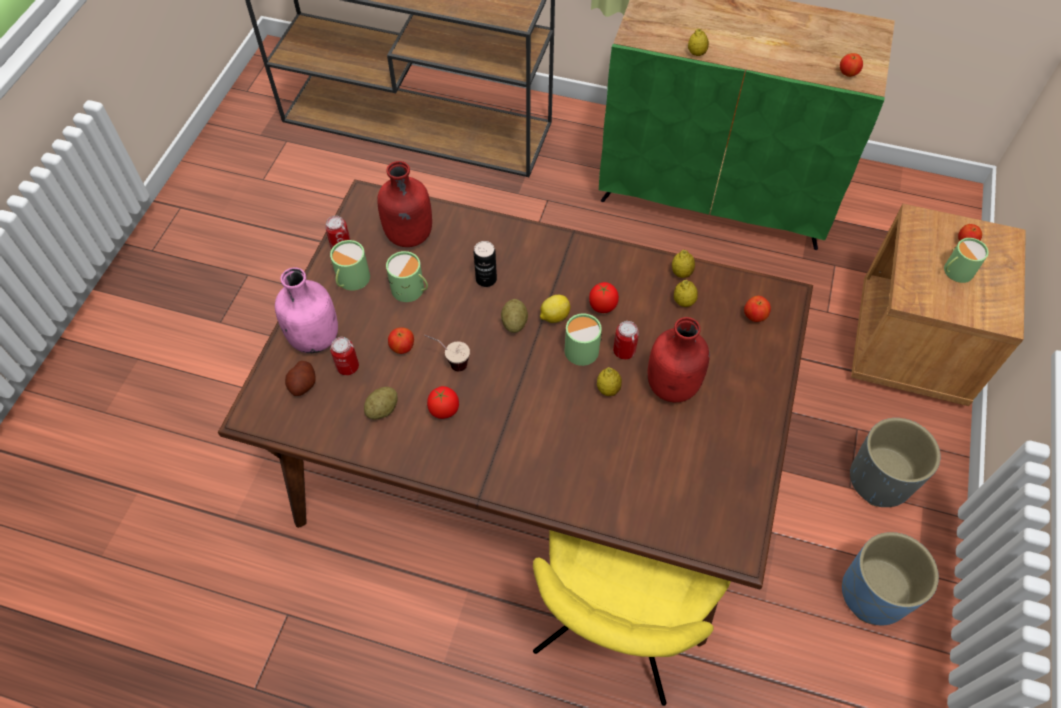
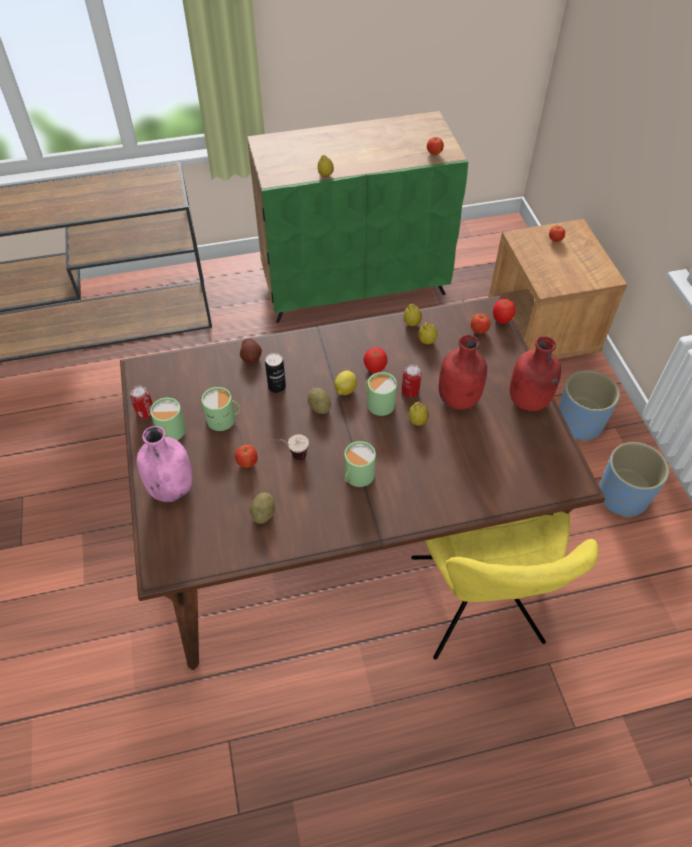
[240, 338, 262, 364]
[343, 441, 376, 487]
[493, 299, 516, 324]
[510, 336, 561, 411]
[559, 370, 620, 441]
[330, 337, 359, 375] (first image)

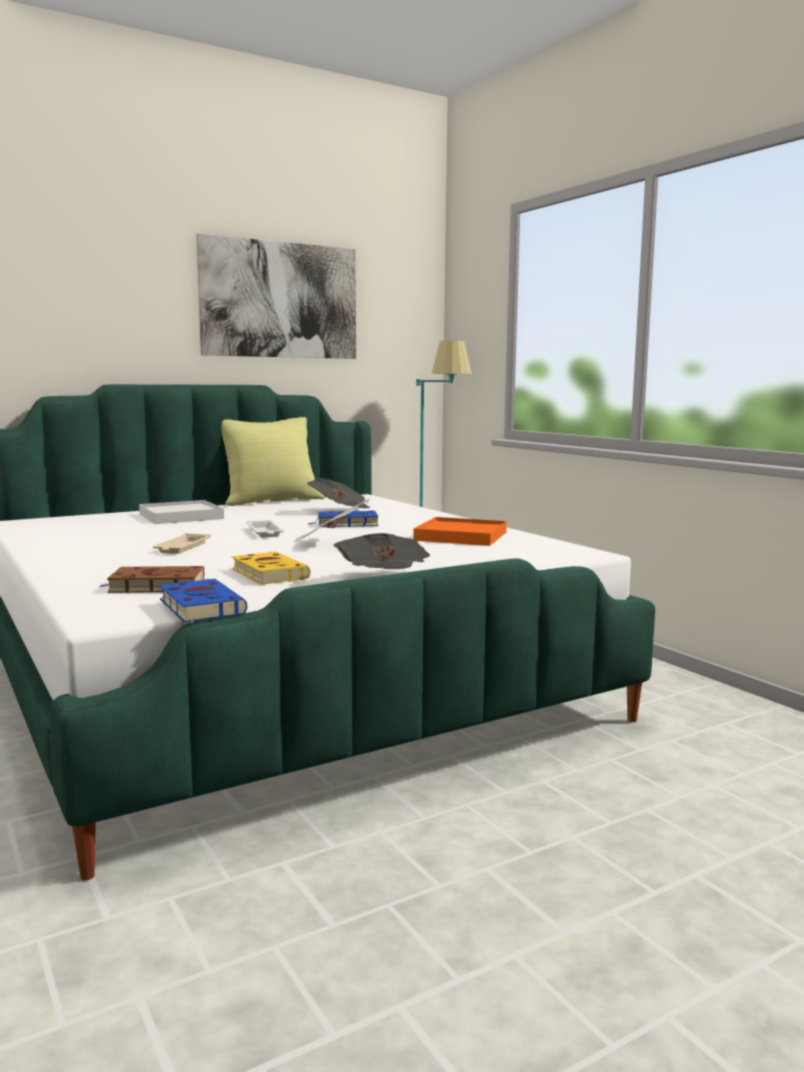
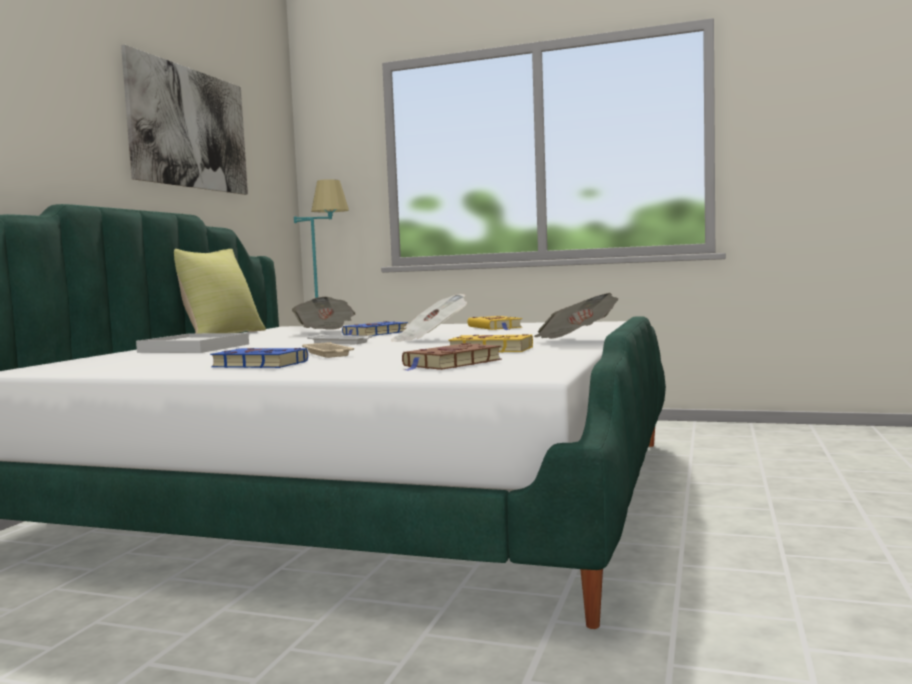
[210, 348, 308, 368]
[467, 316, 523, 330]

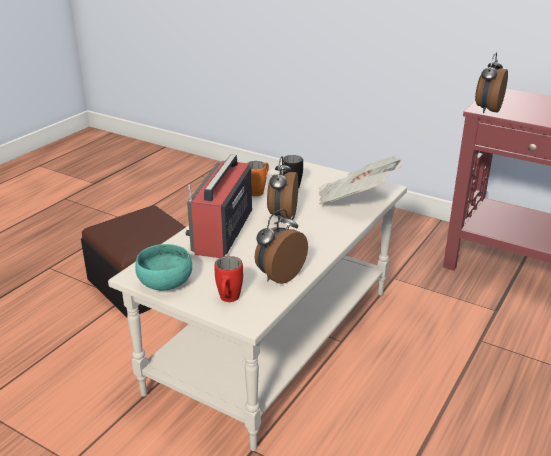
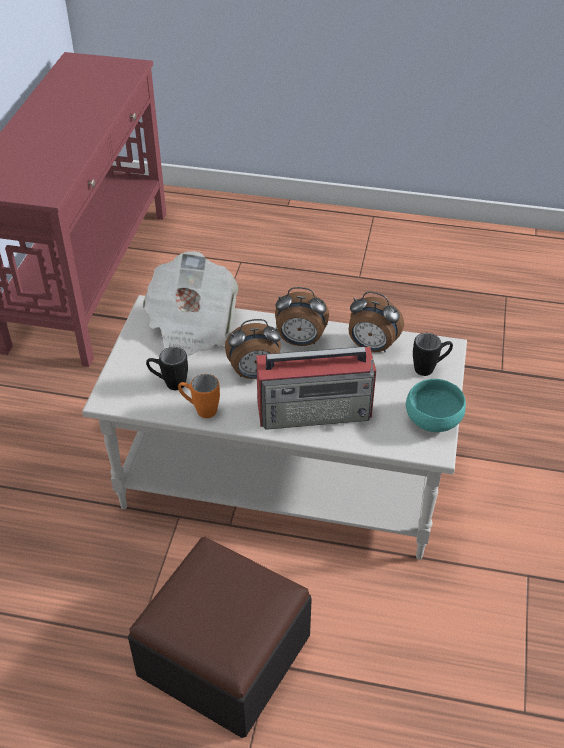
[275, 287, 329, 346]
[413, 333, 453, 376]

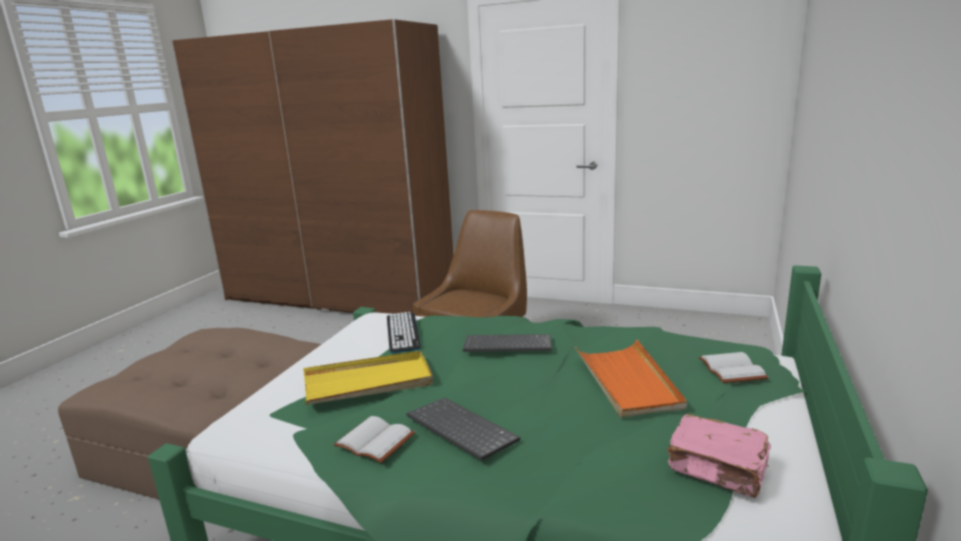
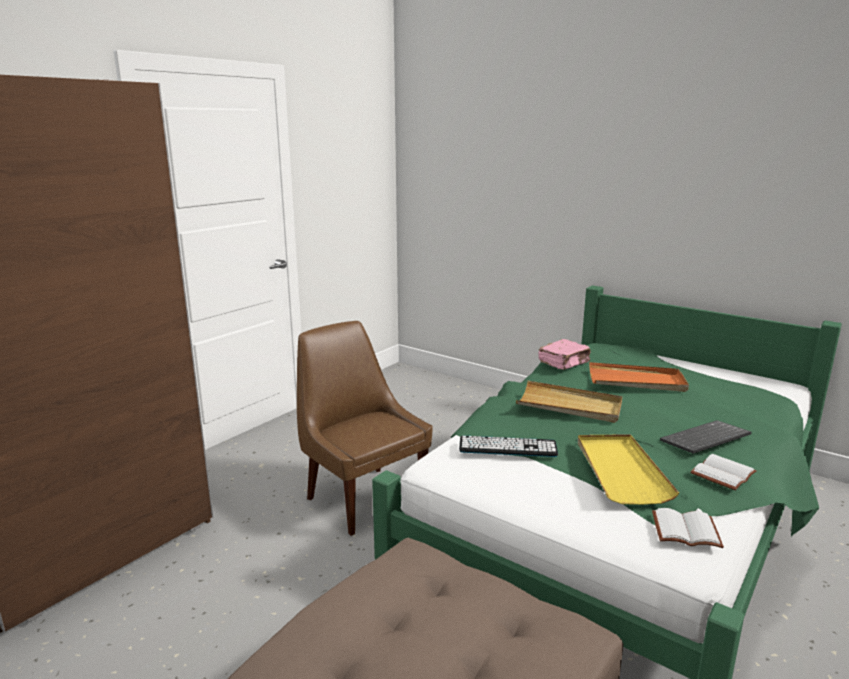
[516, 381, 622, 423]
[538, 339, 591, 370]
[652, 508, 724, 548]

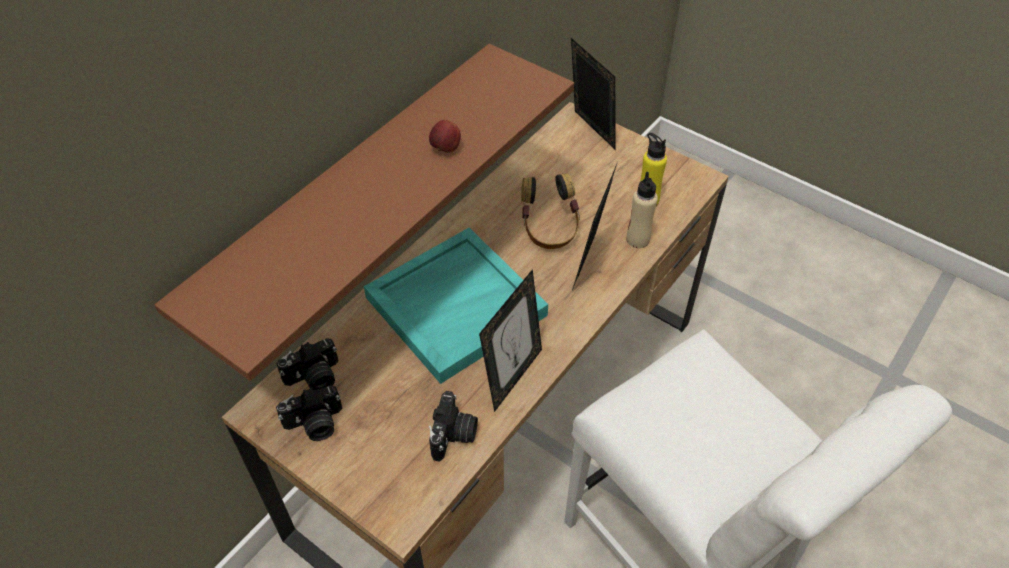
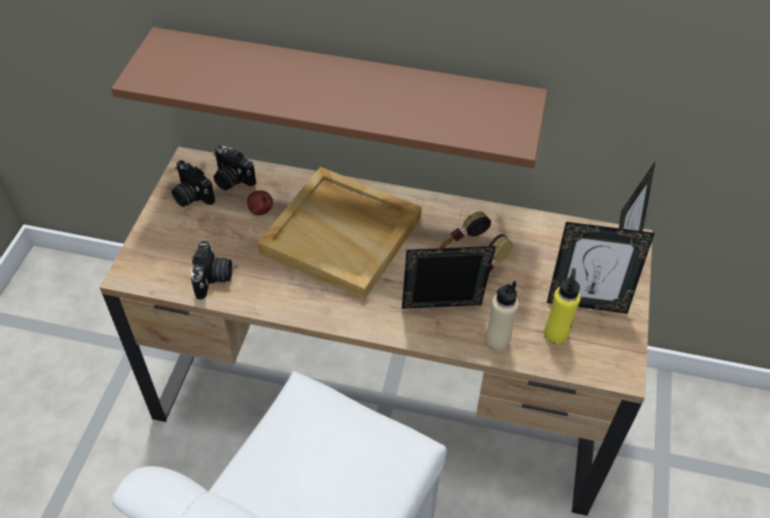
[189, 241, 232, 299]
[247, 190, 273, 216]
[257, 167, 422, 300]
[547, 222, 655, 314]

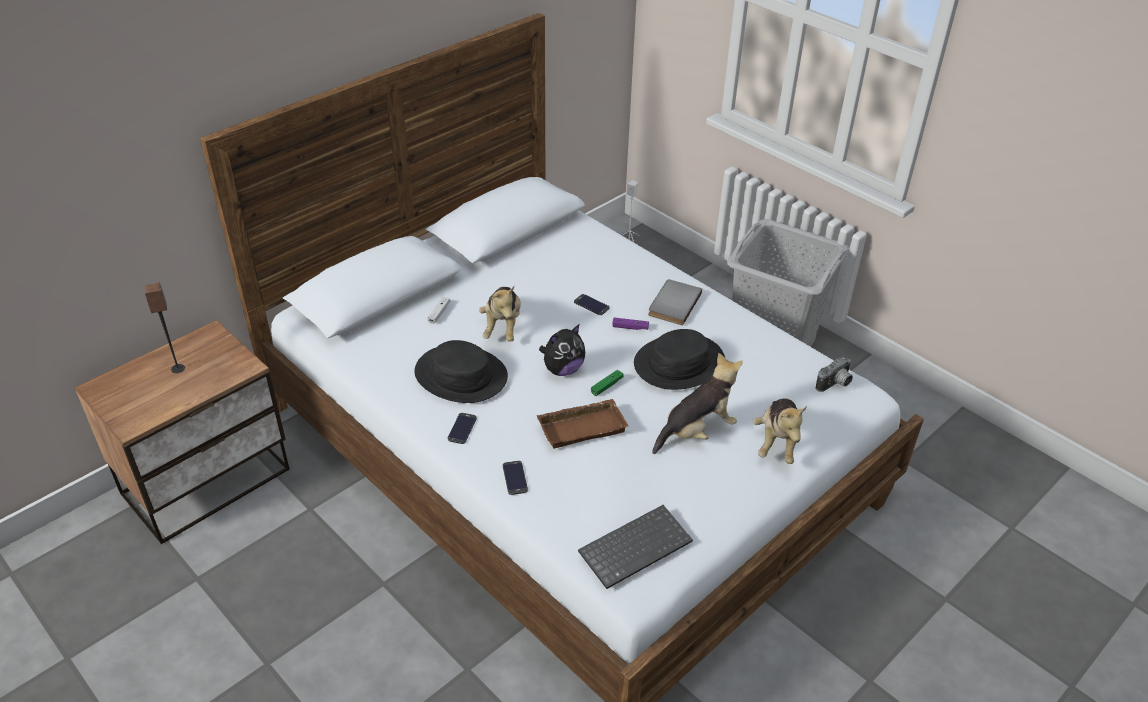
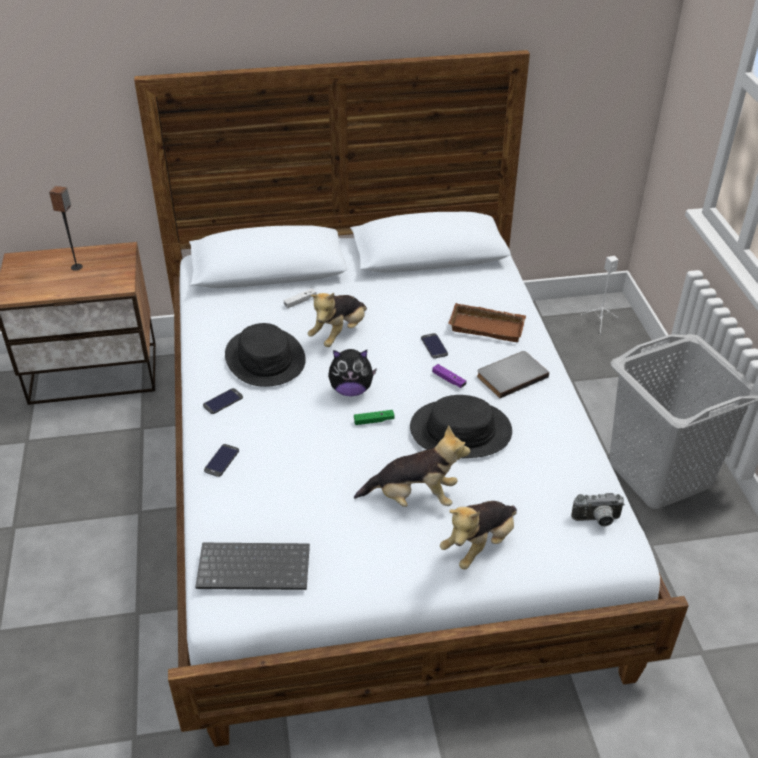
[448, 303, 526, 342]

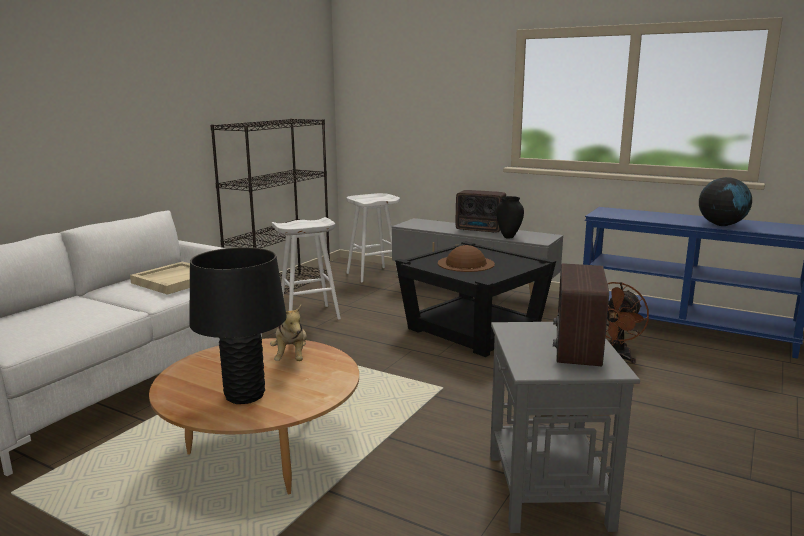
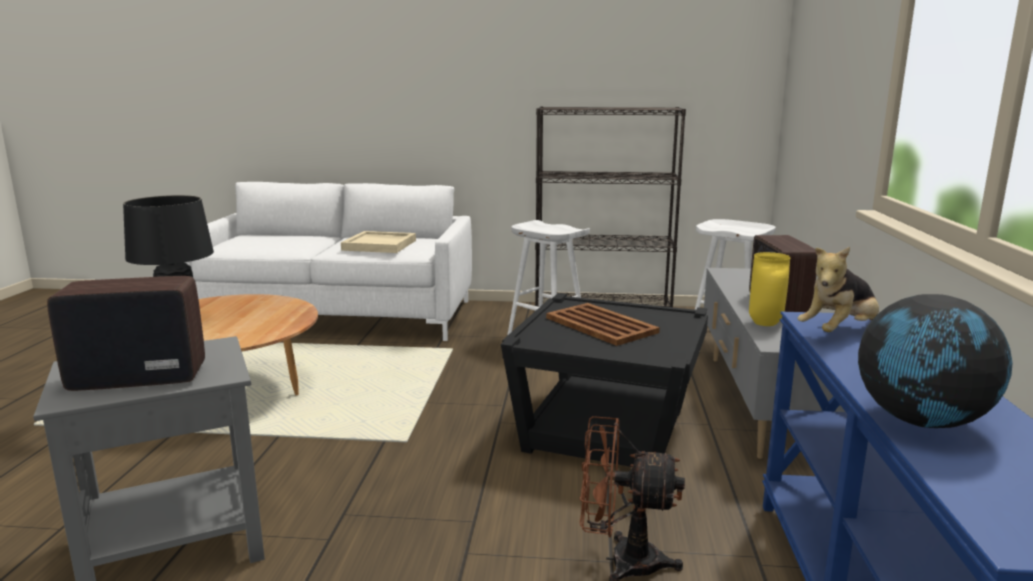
[546, 303, 660, 346]
[749, 252, 790, 326]
[797, 247, 879, 332]

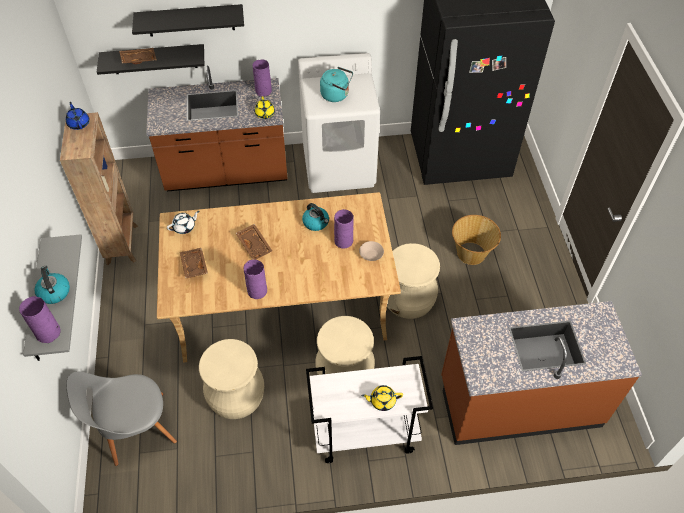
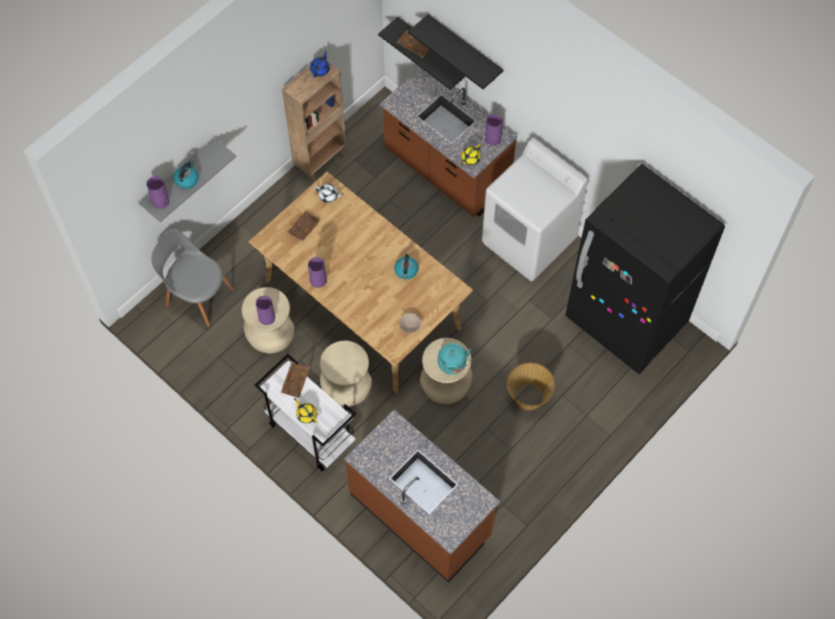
[256, 296, 275, 325]
[281, 362, 310, 398]
[438, 343, 471, 375]

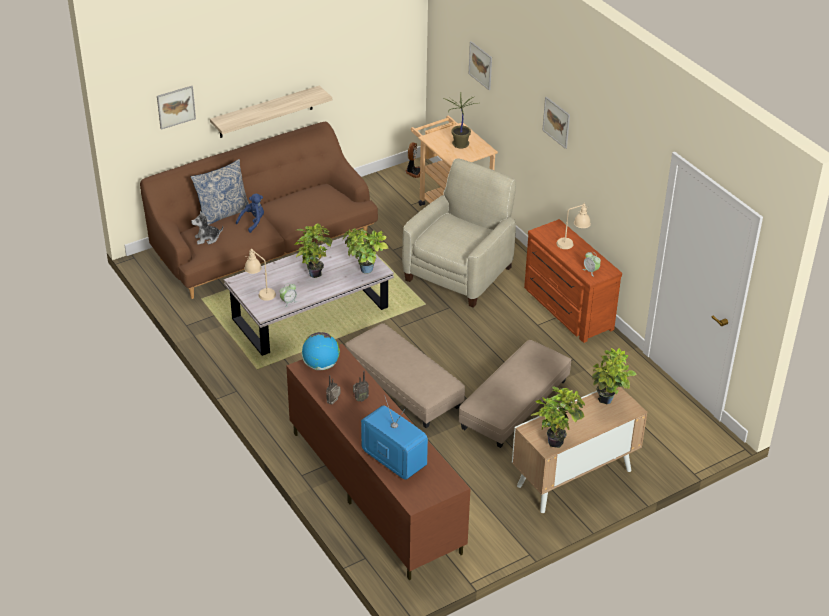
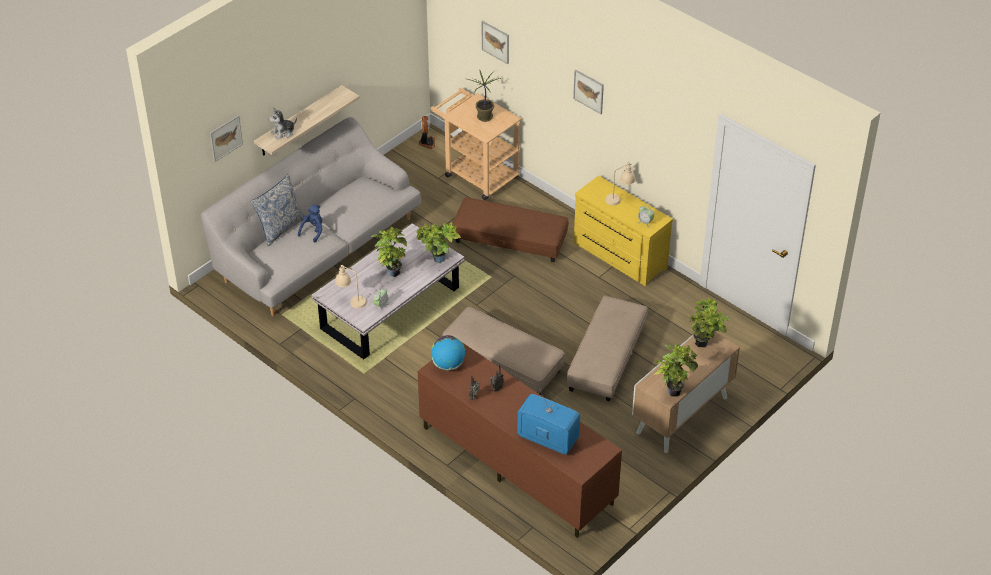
[201, 117, 421, 316]
[268, 108, 297, 140]
[452, 197, 569, 262]
[574, 176, 673, 286]

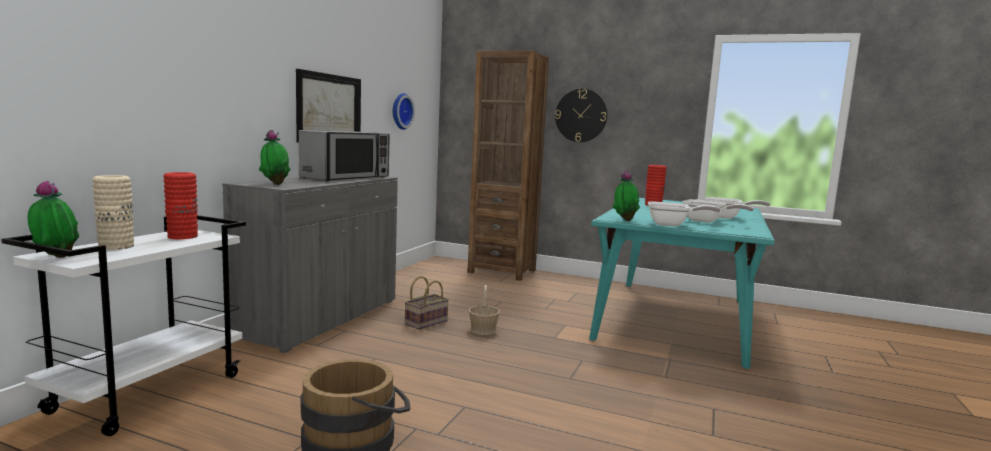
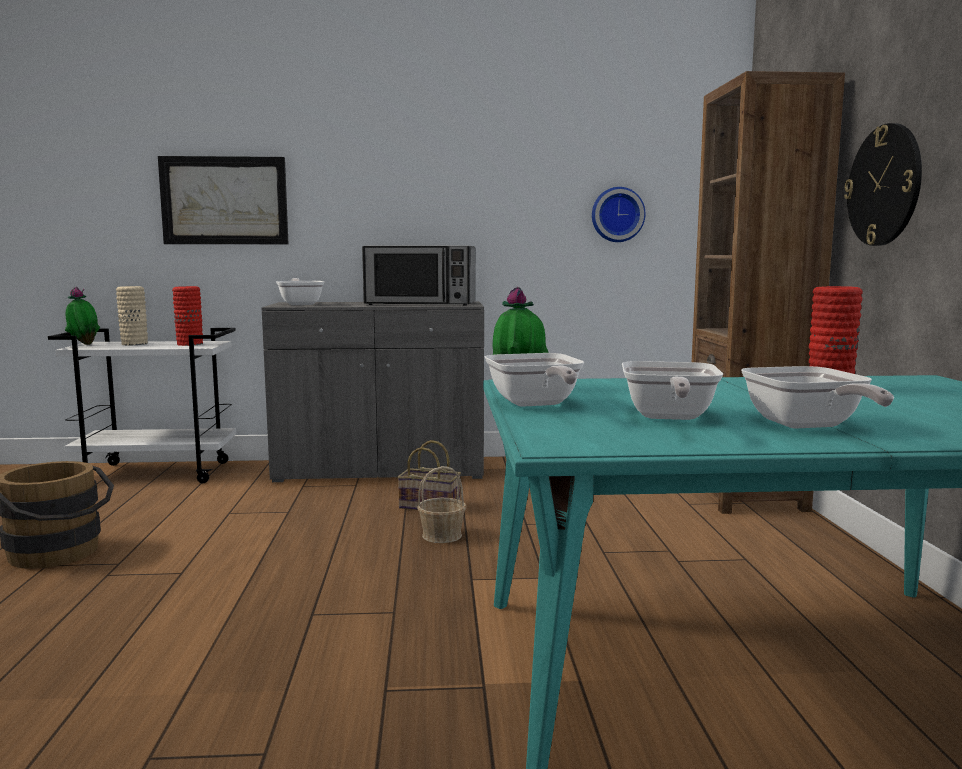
[158, 156, 289, 244]
[276, 278, 324, 305]

